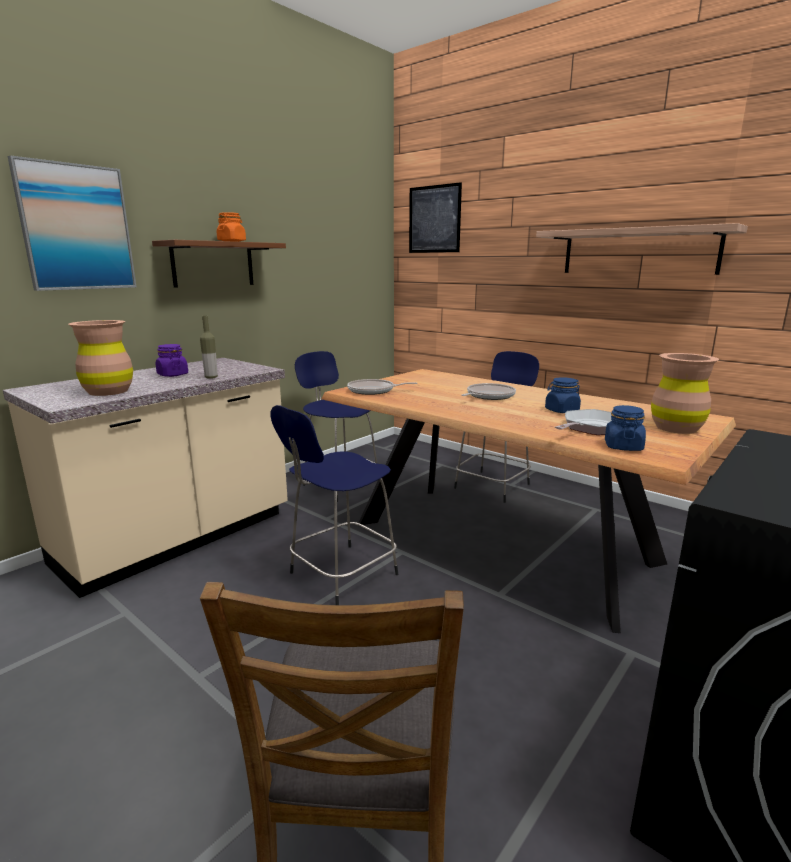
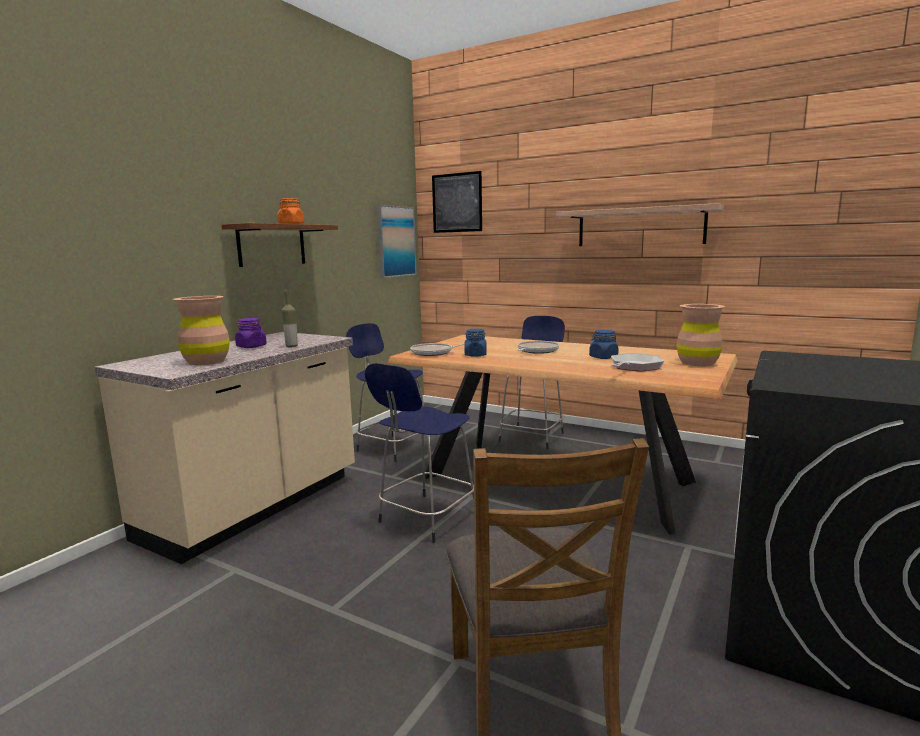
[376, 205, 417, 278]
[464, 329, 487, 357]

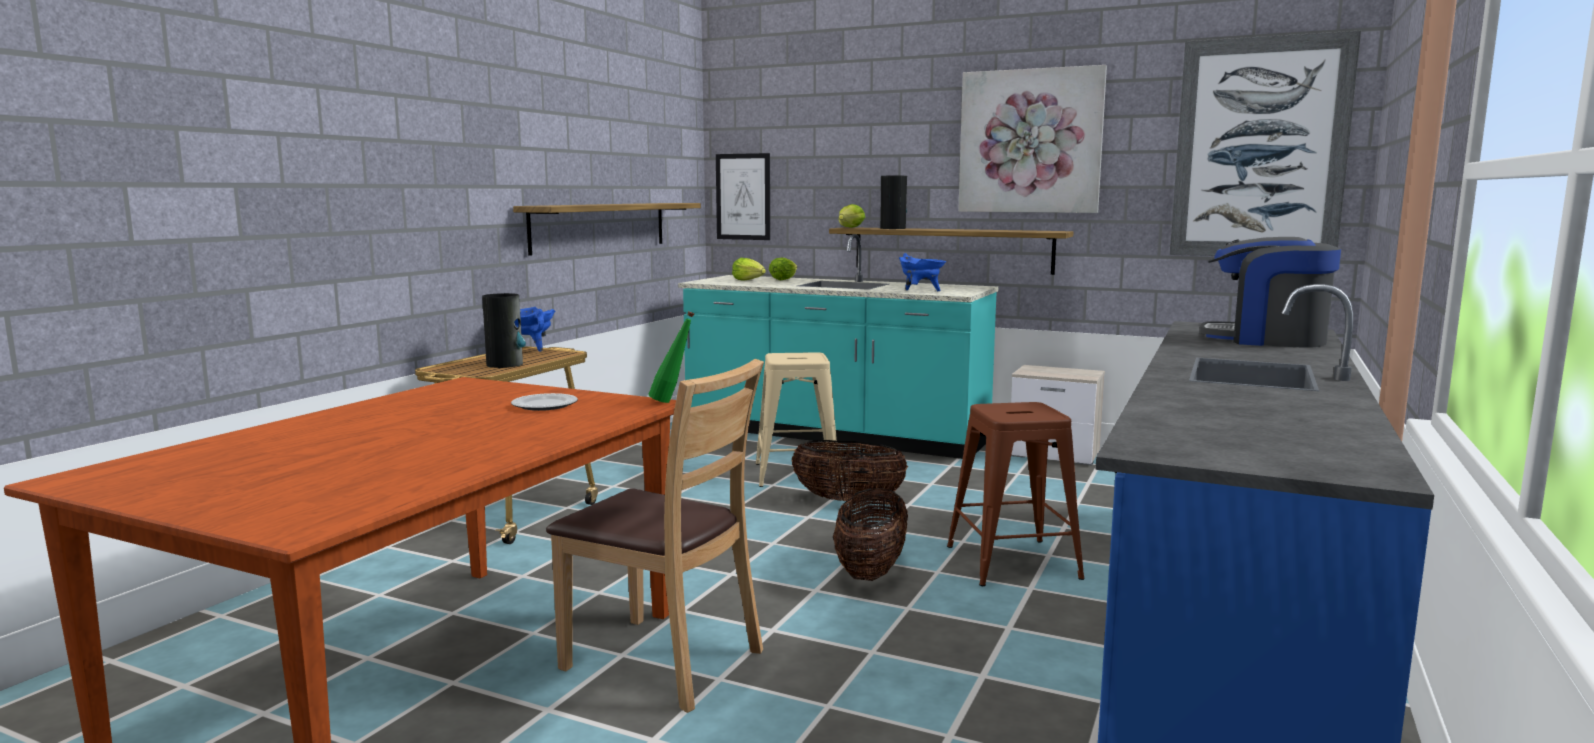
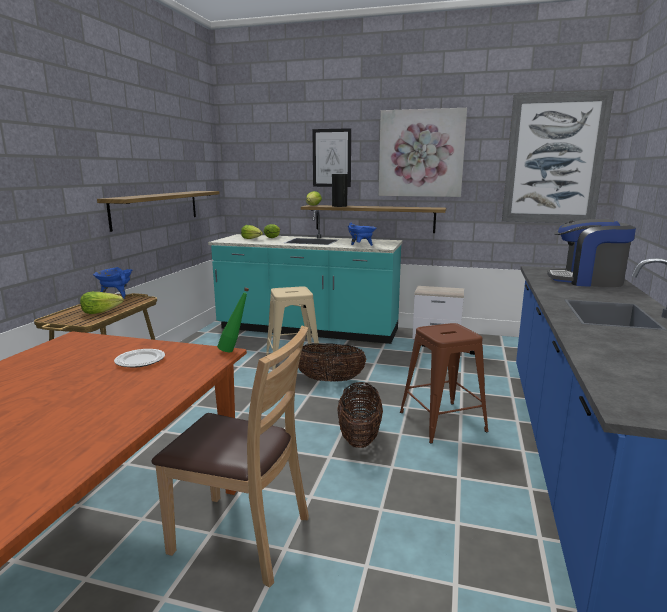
[80, 292, 124, 314]
[312, 128, 351, 187]

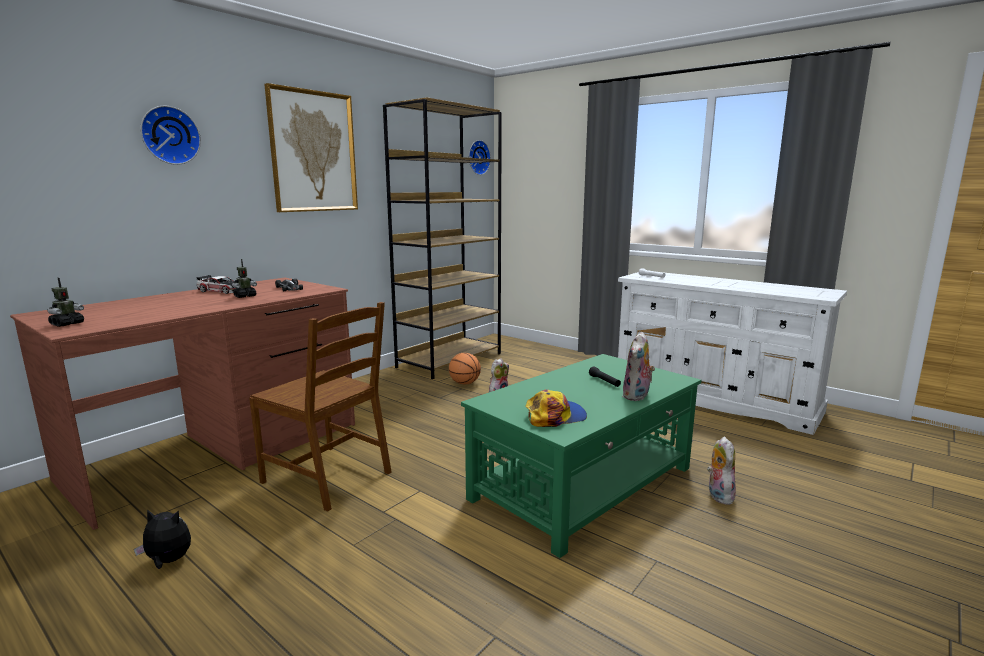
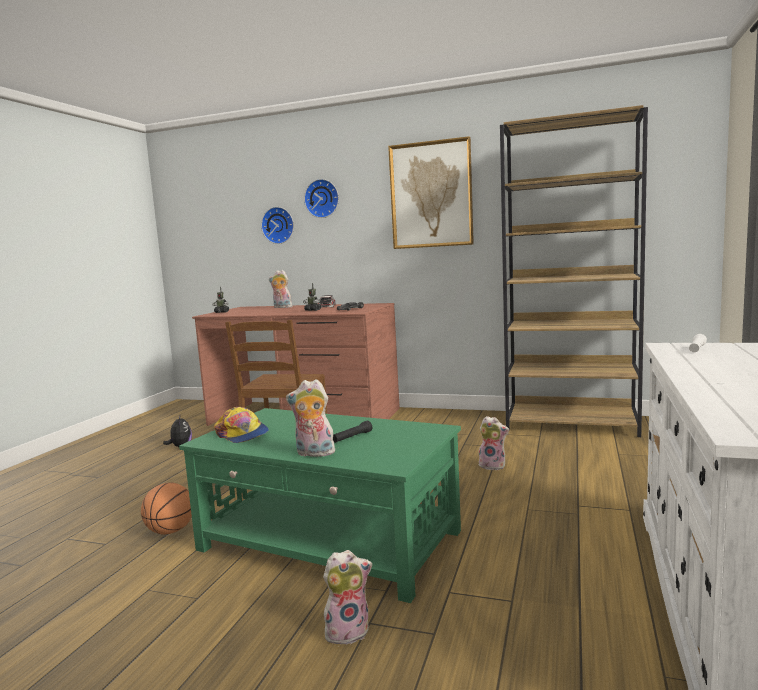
[141, 482, 192, 535]
[261, 207, 294, 244]
[269, 270, 292, 308]

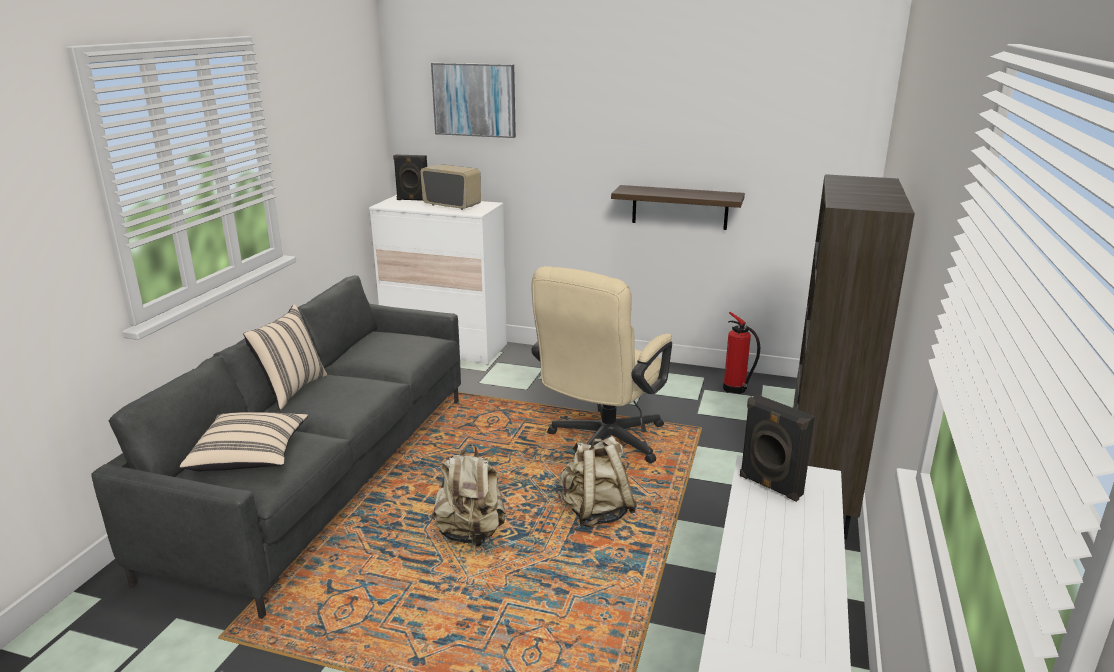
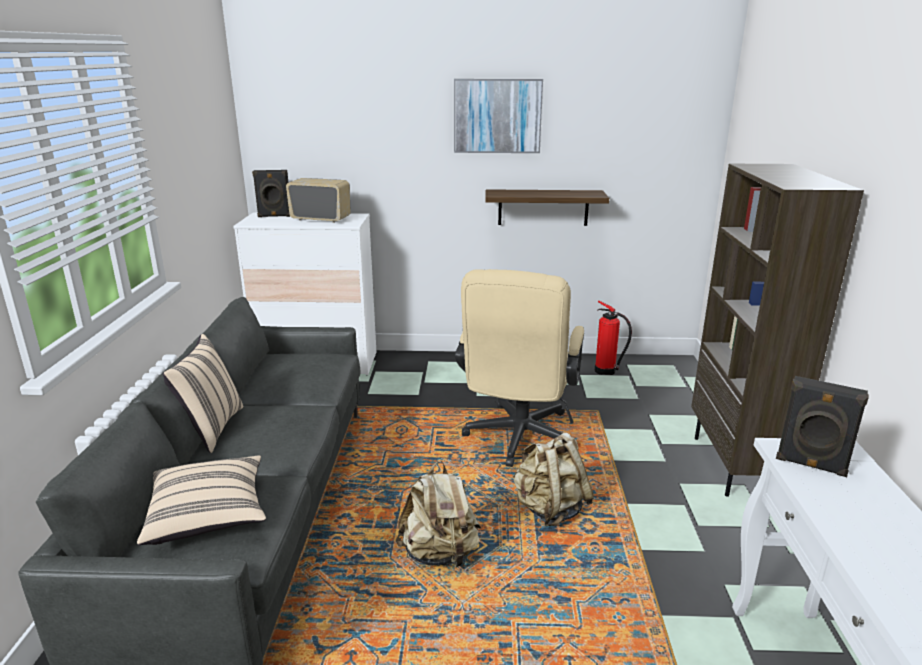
[454, 79, 543, 153]

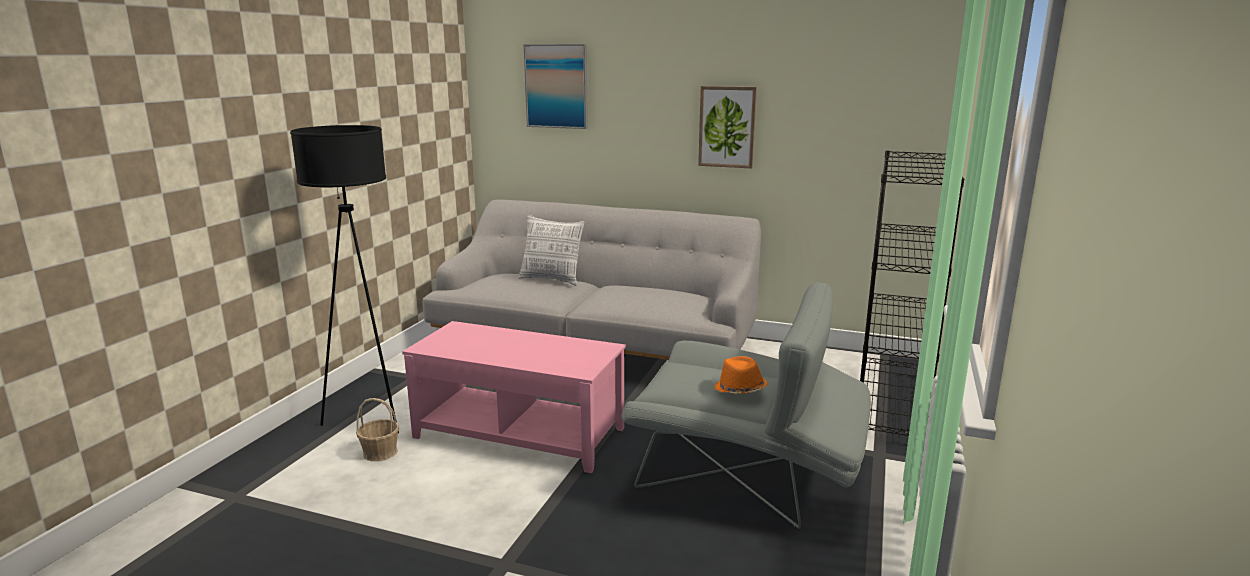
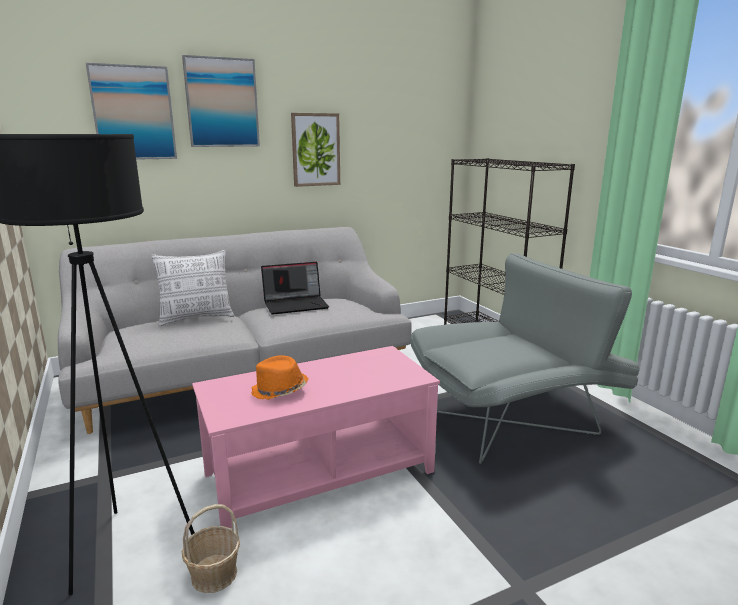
[182, 55, 260, 147]
[251, 355, 308, 400]
[261, 262, 329, 315]

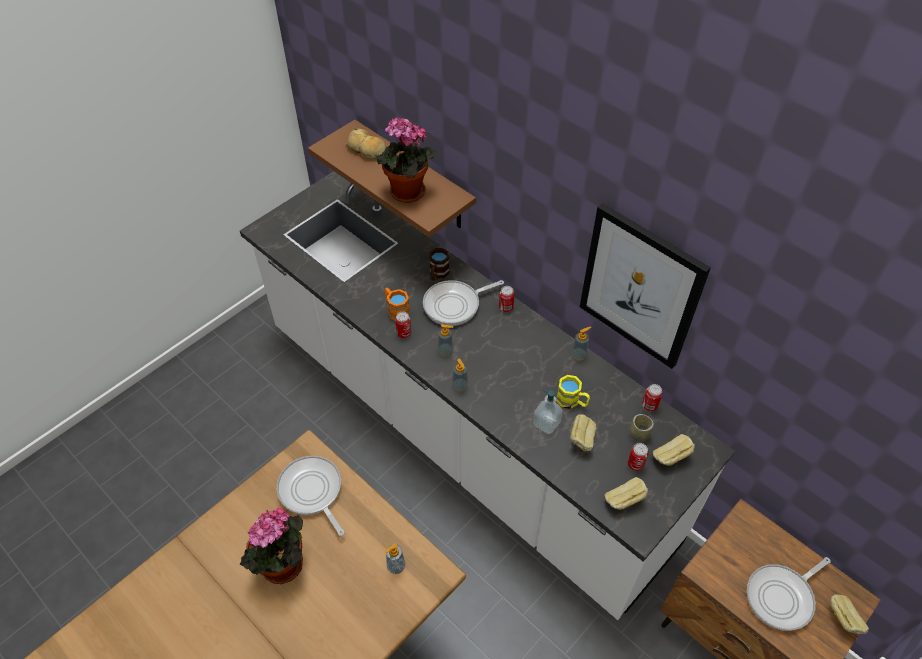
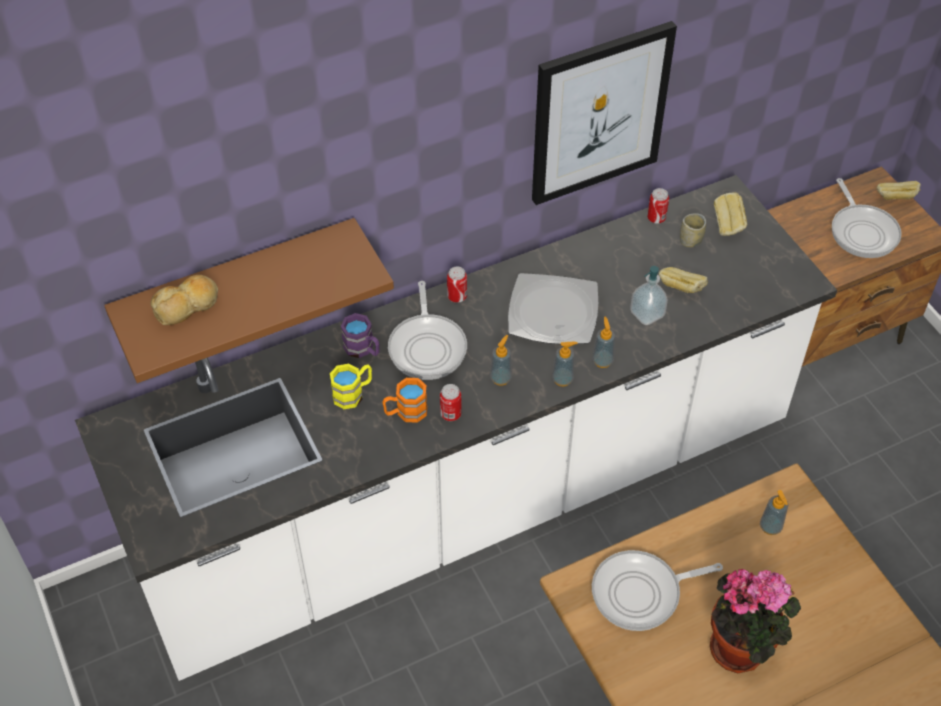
[330, 364, 372, 409]
[341, 313, 379, 358]
[508, 273, 598, 344]
[592, 317, 615, 368]
[375, 117, 436, 203] (first image)
[605, 477, 648, 510] (first image)
[627, 443, 649, 471] (first image)

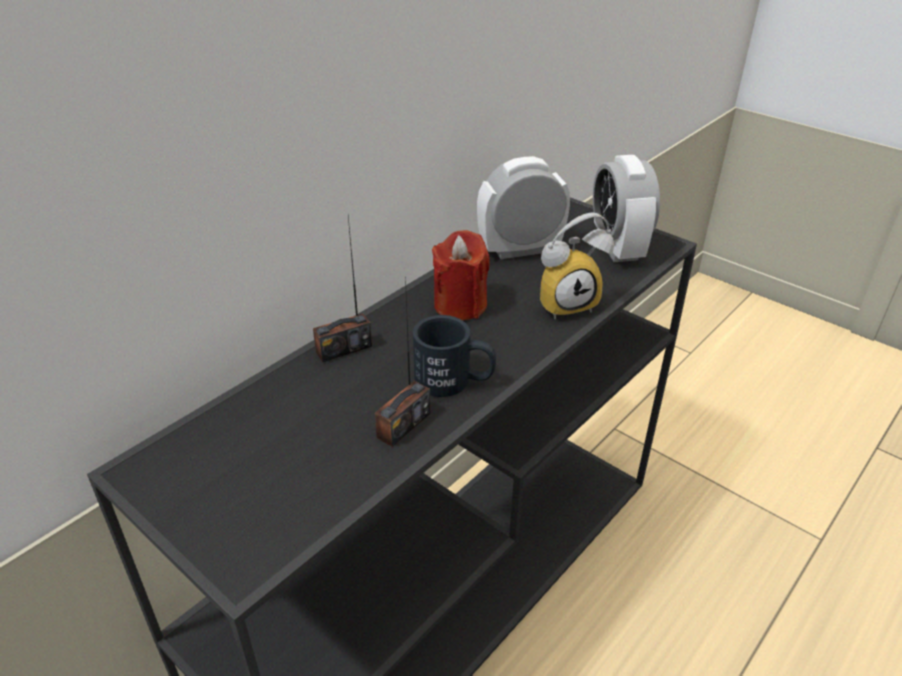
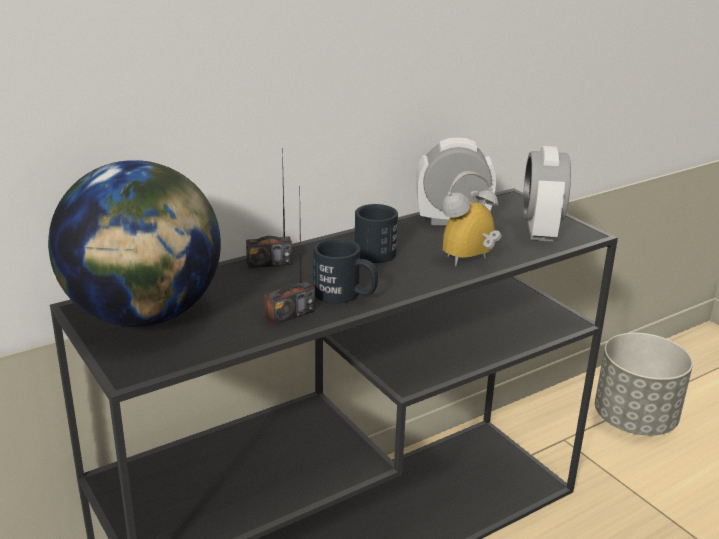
[48, 160, 221, 327]
[355, 204, 398, 263]
[442, 171, 502, 266]
[595, 333, 693, 435]

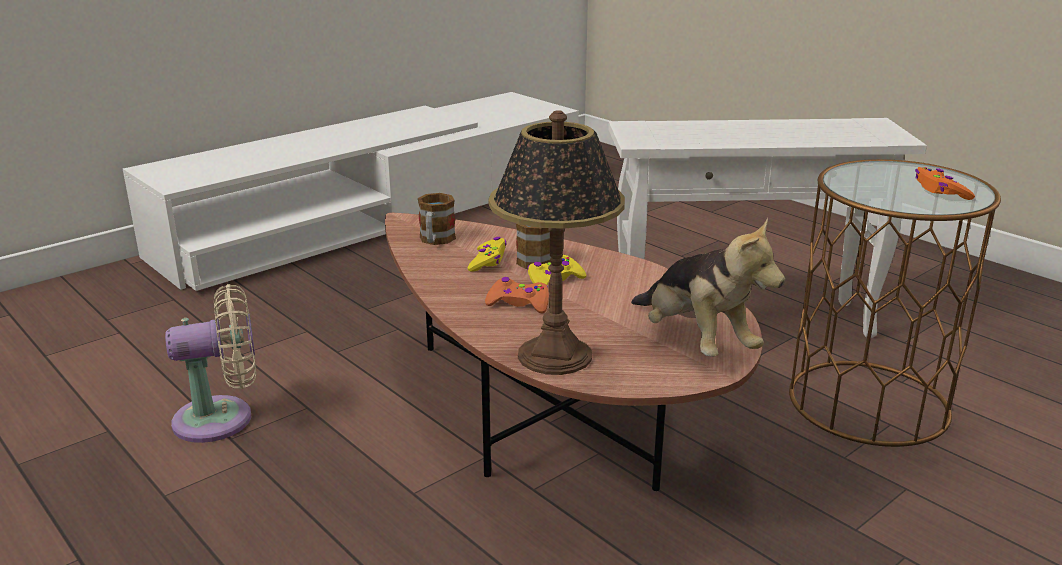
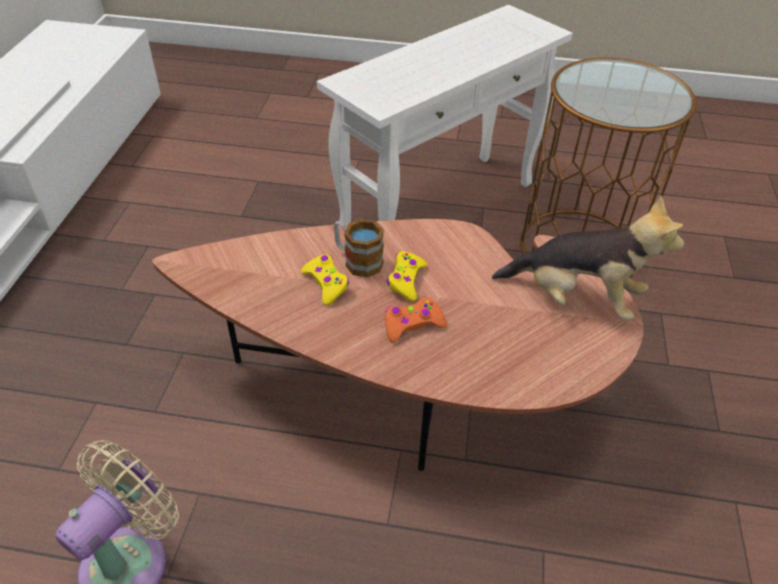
[418, 193, 456, 245] (first image)
[488, 110, 625, 375] (first image)
[915, 167, 975, 200] (first image)

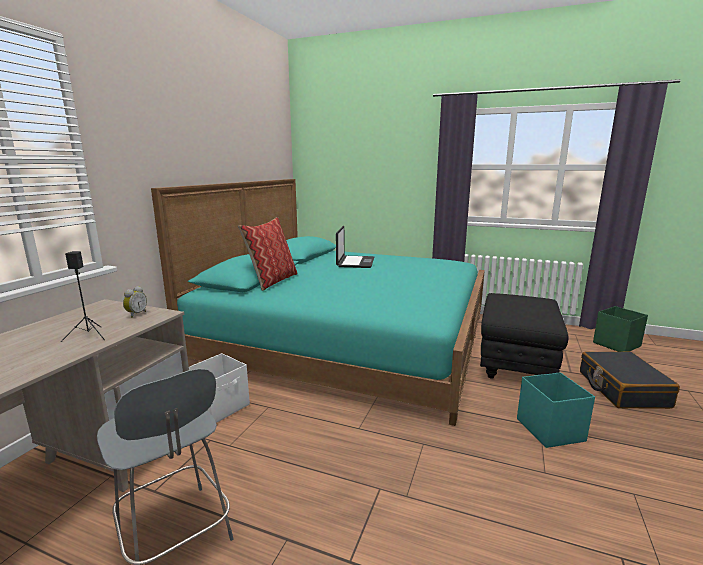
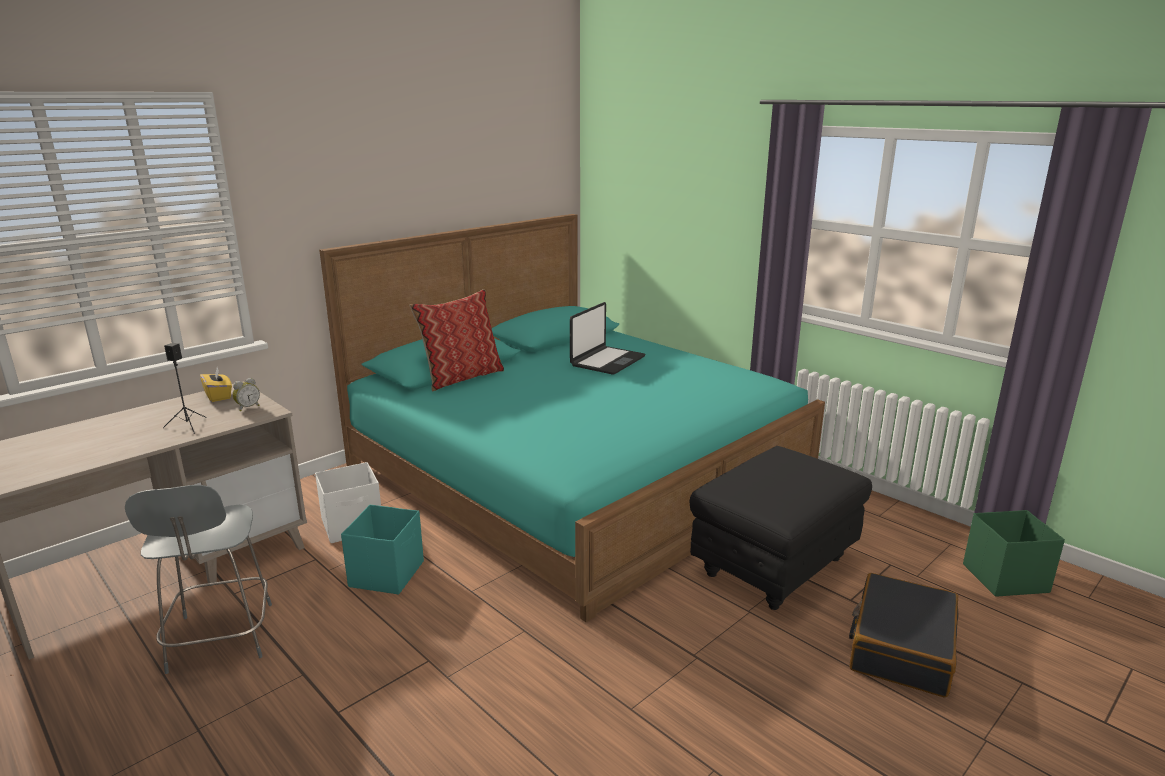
[200, 368, 232, 402]
[341, 505, 424, 595]

